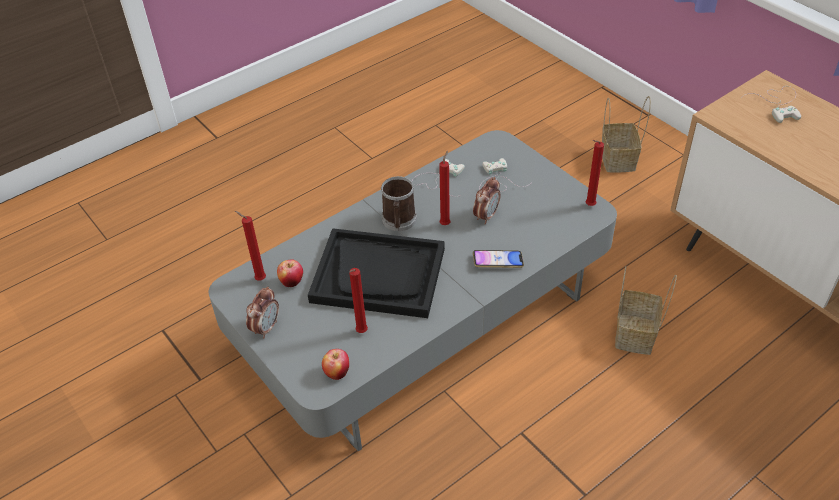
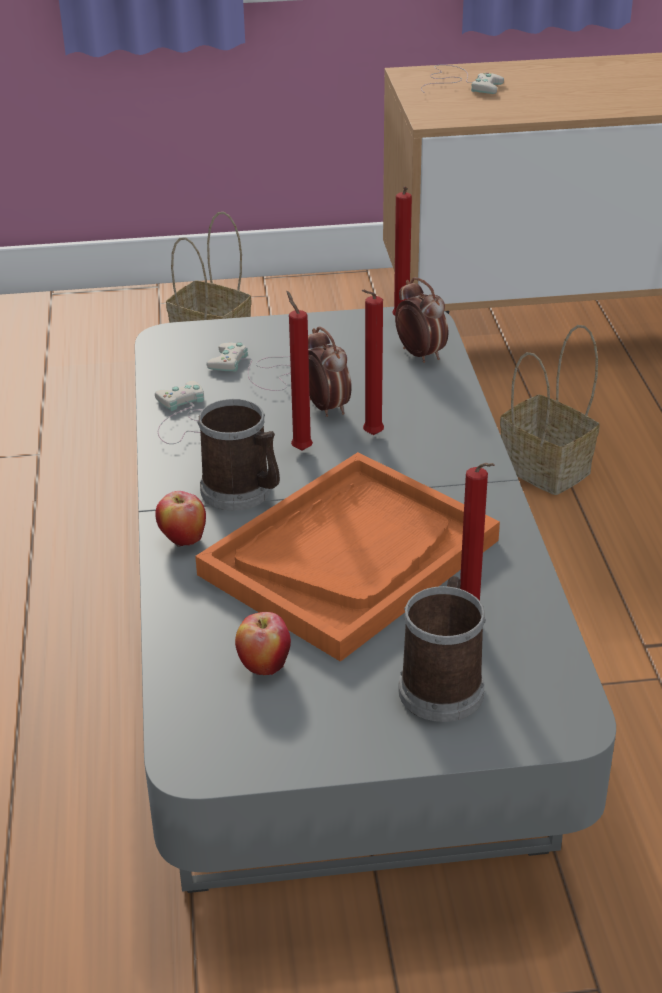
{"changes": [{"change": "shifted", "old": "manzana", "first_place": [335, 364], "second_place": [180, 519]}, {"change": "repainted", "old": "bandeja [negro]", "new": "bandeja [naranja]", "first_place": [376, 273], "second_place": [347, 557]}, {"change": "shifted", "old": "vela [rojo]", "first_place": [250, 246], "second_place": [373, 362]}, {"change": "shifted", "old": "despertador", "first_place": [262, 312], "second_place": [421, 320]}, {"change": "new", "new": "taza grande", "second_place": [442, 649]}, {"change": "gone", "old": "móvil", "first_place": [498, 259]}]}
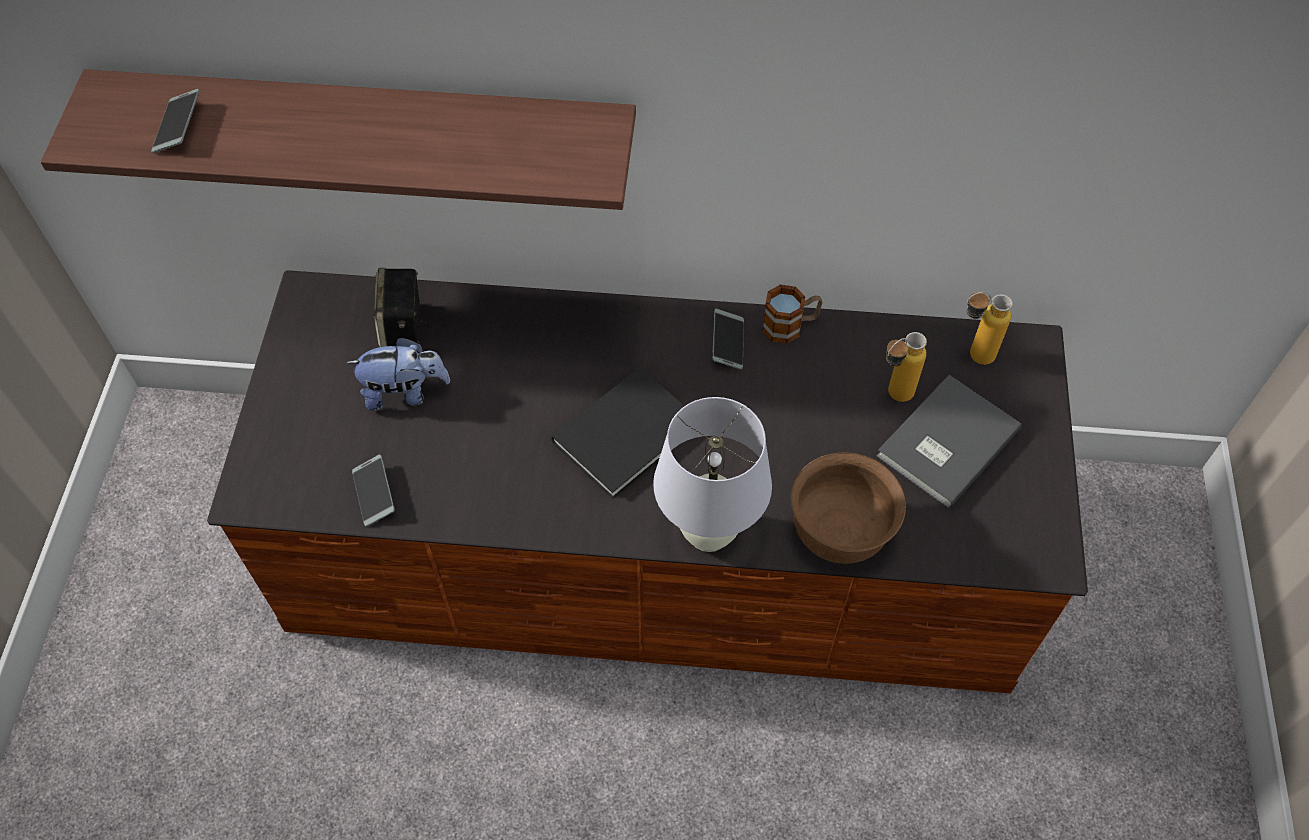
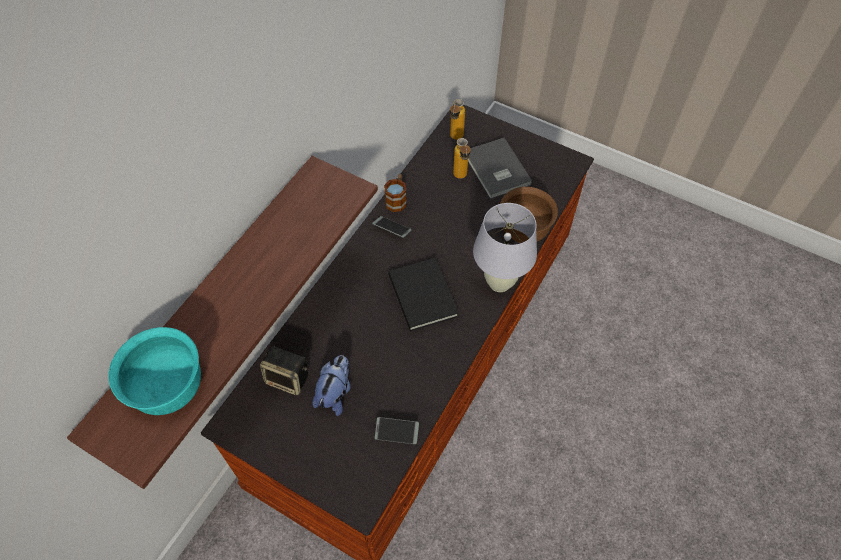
{"changes": [{"change": "swapped", "old": "móvil", "new": "cuenco [turquesa]", "first_place": [175, 121], "second_place": [154, 371]}]}
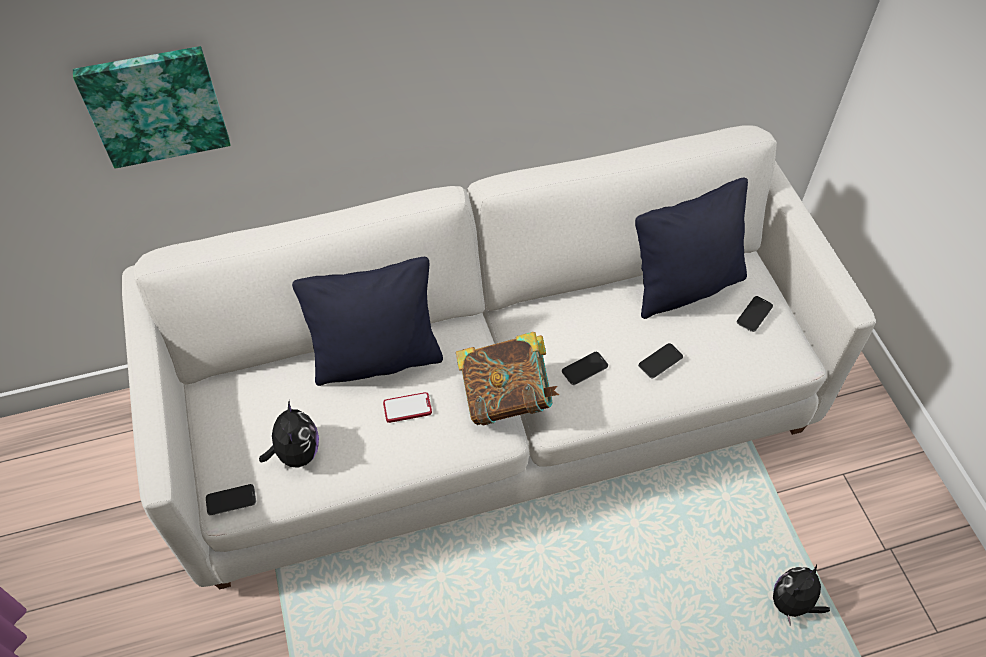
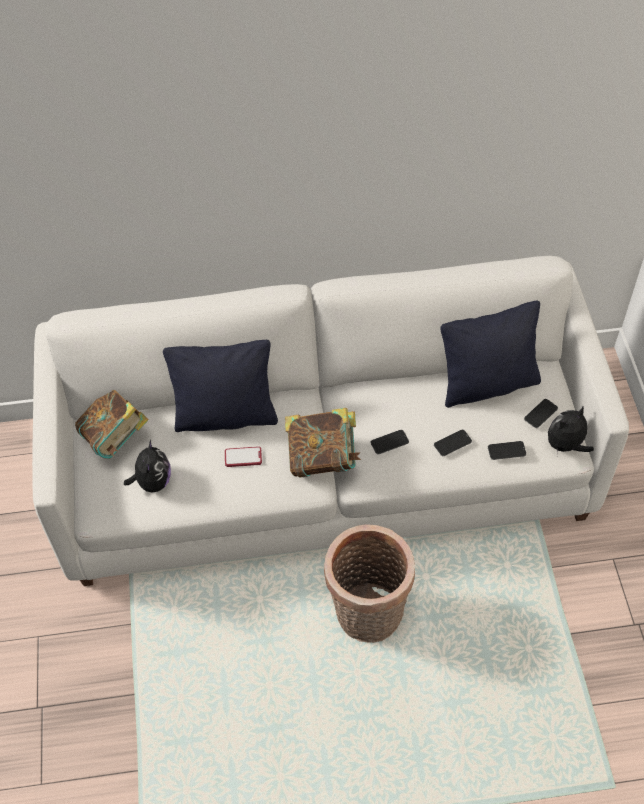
{"changes": [{"change": "new", "new": "libro", "second_place": [112, 424]}, {"change": "new", "new": "cesta", "second_place": [369, 583]}, {"change": "shifted", "old": "móvil", "first_place": [231, 500], "second_place": [507, 450]}, {"change": "shifted", "old": "peluche", "first_place": [801, 594], "second_place": [571, 430]}, {"change": "gone", "old": "cuadro", "first_place": [152, 107]}]}
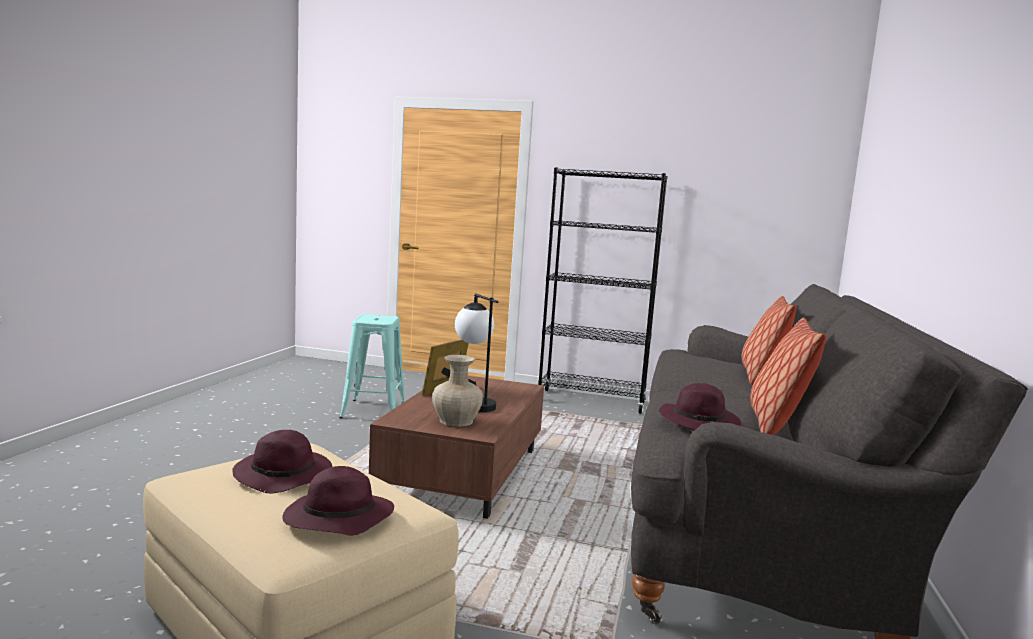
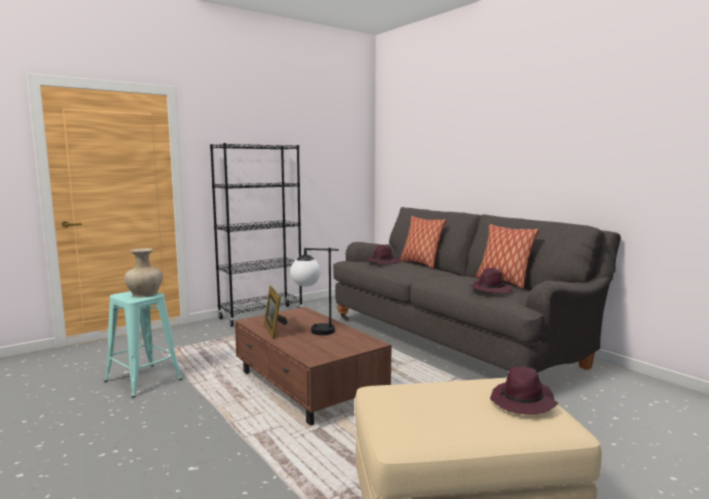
{"changes": [{"change": "shifted", "old": "florero [beis]", "first_place": [457, 391], "second_place": [143, 272]}, {"change": "shifted", "old": "sombrero [morado]", "first_place": [282, 461], "second_place": [383, 254]}]}
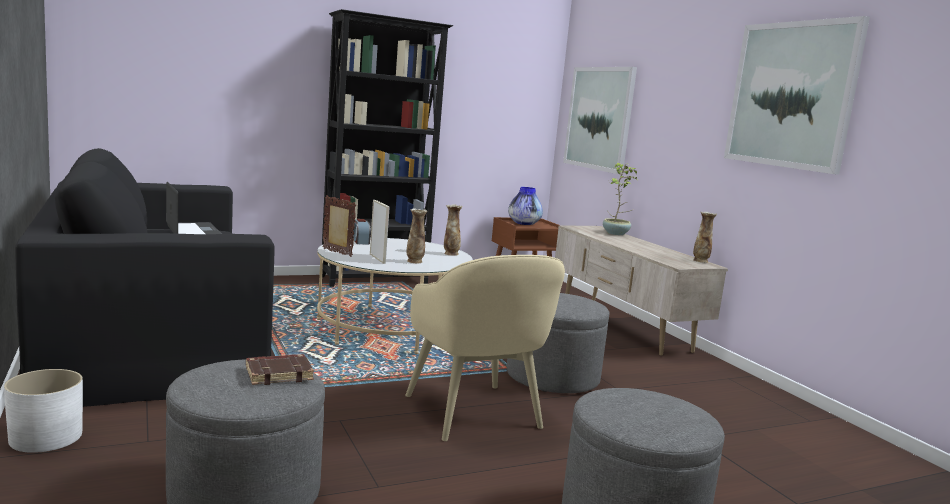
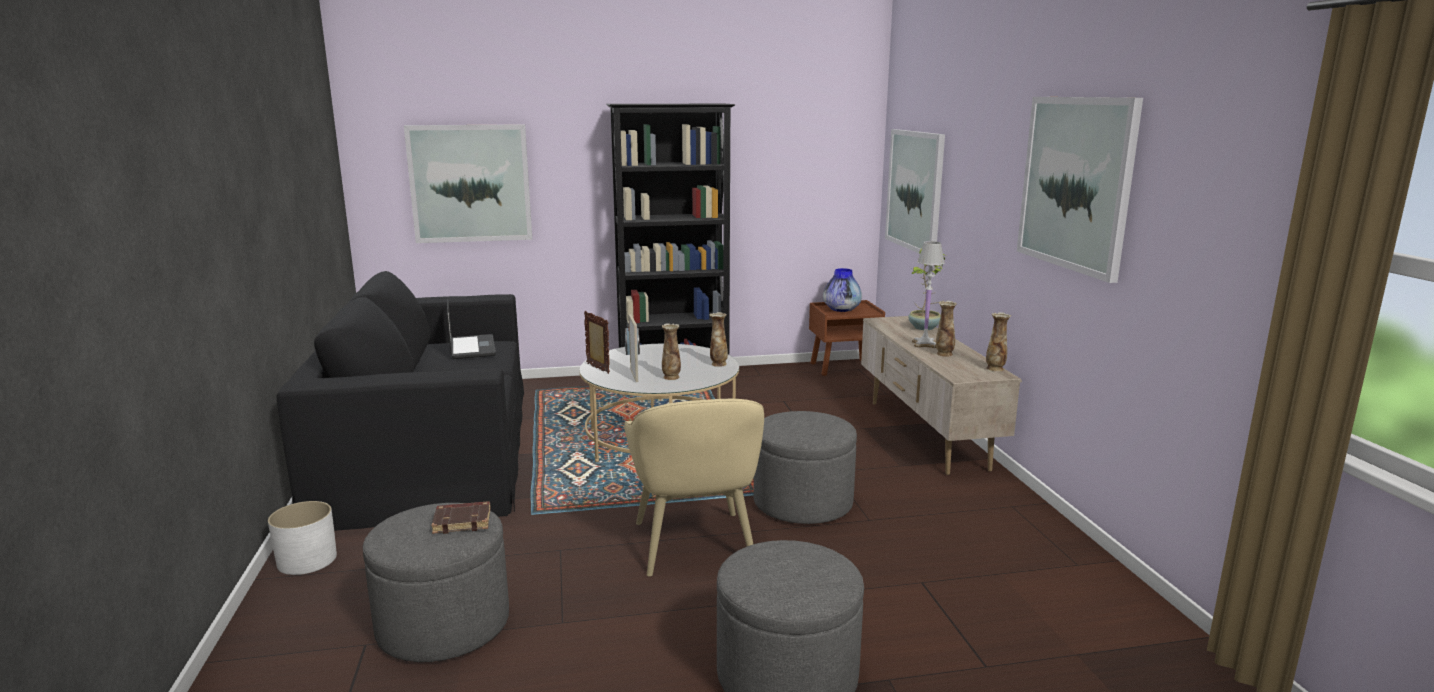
{"changes": [{"change": "new", "new": "cuadro", "second_place": [468, 183]}, {"change": "new", "new": "lámpara de mesa [blanco]", "second_place": [928, 294]}, {"change": "new", "new": "florero", "second_place": [946, 328]}]}
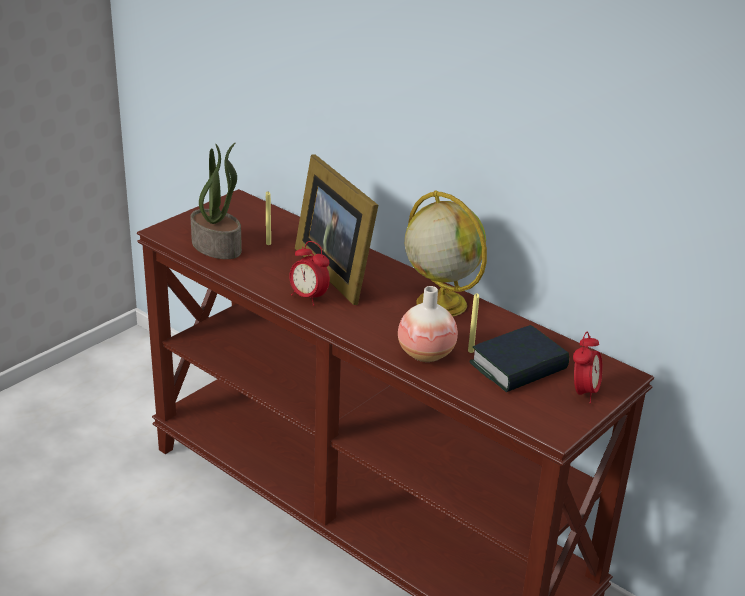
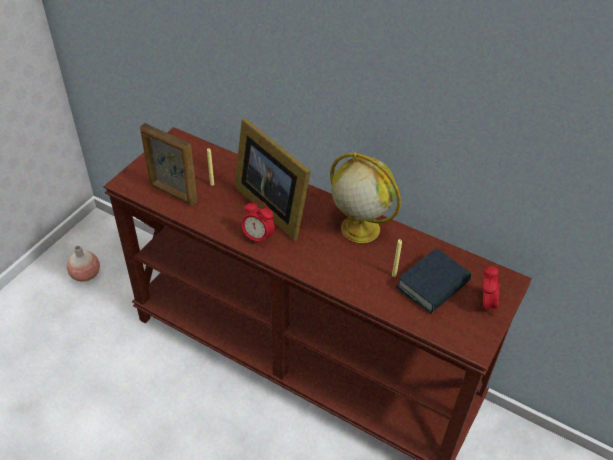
{"changes": [{"change": "shifted", "old": "florero", "first_place": [428, 324], "second_place": [83, 263]}, {"change": "swapped", "old": "planta en maceta", "new": "portarretratos", "first_place": [216, 201], "second_place": [168, 164]}]}
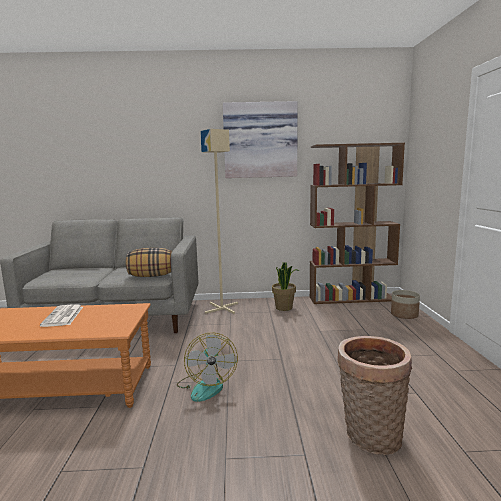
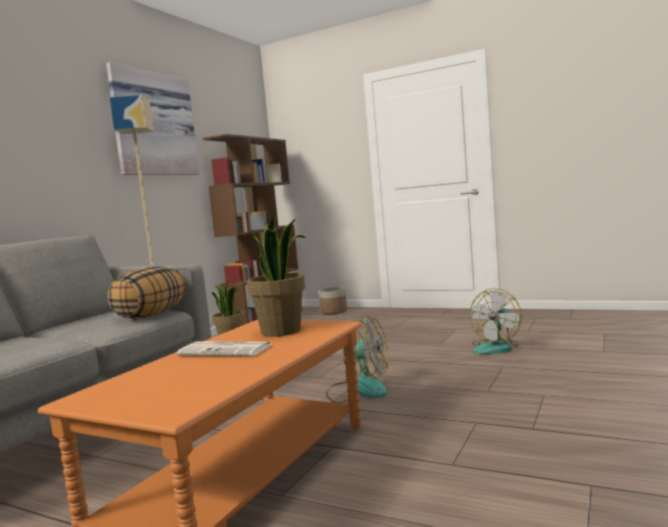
{"changes": [{"change": "new", "new": "planta en maceta", "second_place": [276, 277]}, {"change": "swapped", "old": "cesta", "new": "ventilador", "first_place": [374, 395], "second_place": [496, 321]}]}
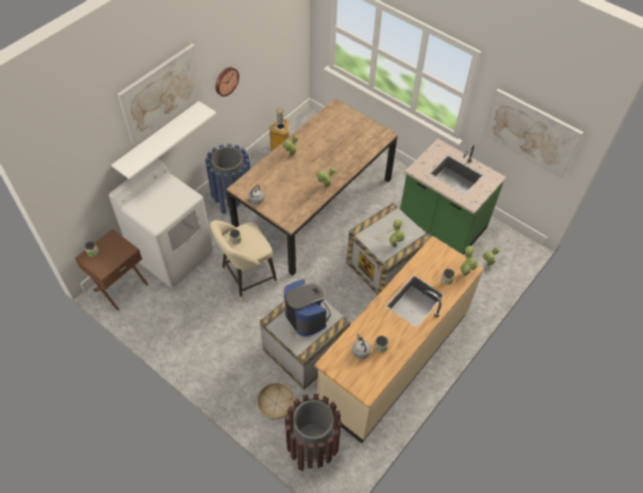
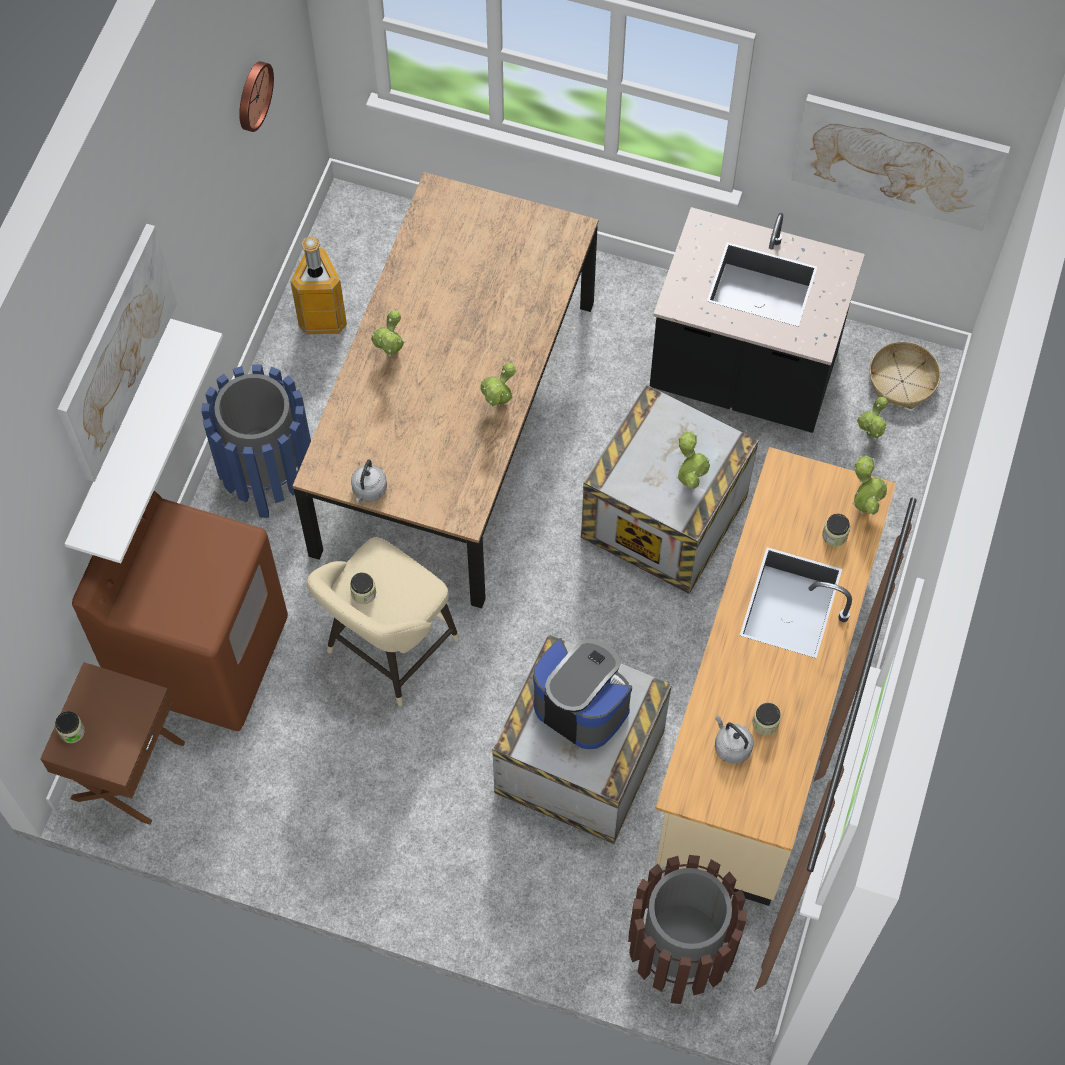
{"changes": [{"change": "repainted", "old": "lavadora [blanco]", "new": "lavadora [marrón]", "first_place": [161, 223], "second_place": [180, 611]}, {"change": "shifted", "old": "reloj de pared", "first_place": [227, 82], "second_place": [256, 96]}, {"change": "repainted", "old": "mueble bajo de cocina [verde]", "new": "mueble bajo de cocina [negro]", "first_place": [453, 196], "second_place": [757, 320]}, {"change": "shifted", "old": "cesta", "first_place": [276, 401], "second_place": [905, 375]}]}
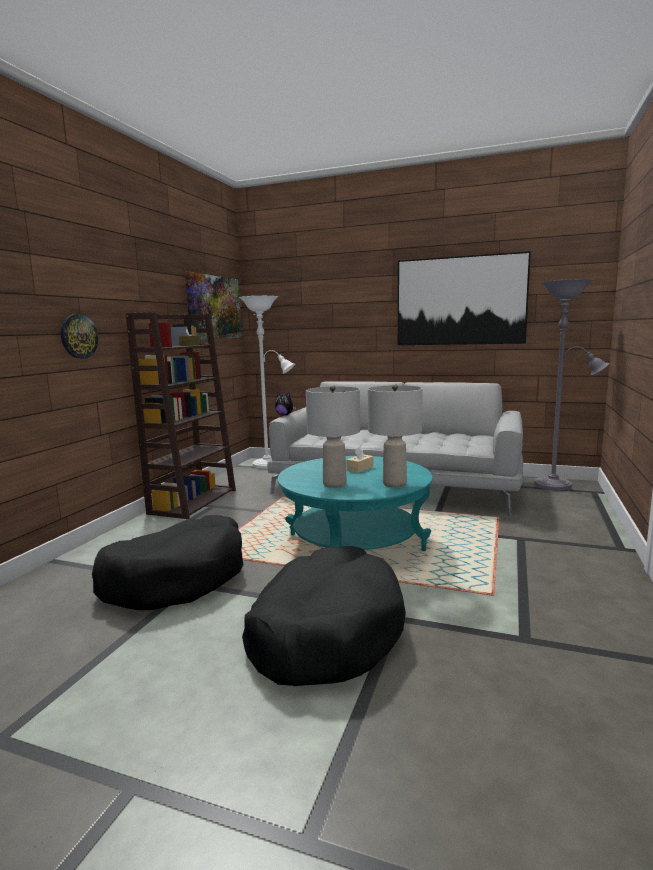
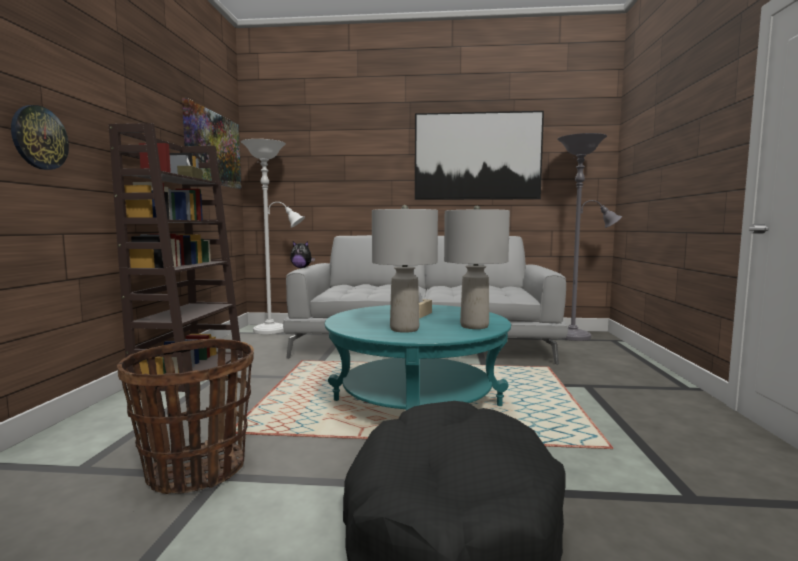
{"changes": [{"change": "swapped", "old": "cama para perro [negro]", "new": "cesta", "first_place": [167, 562], "second_place": [185, 416]}]}
